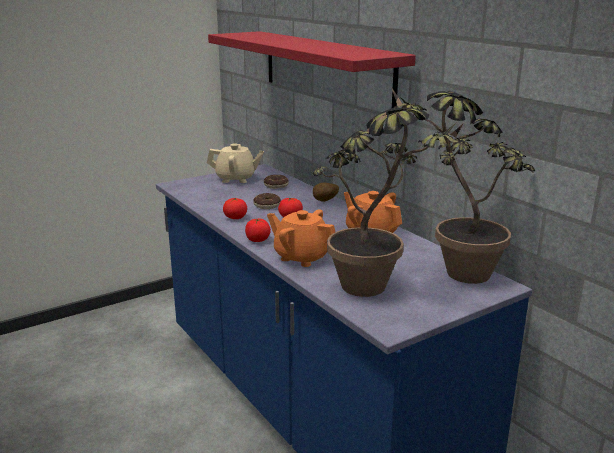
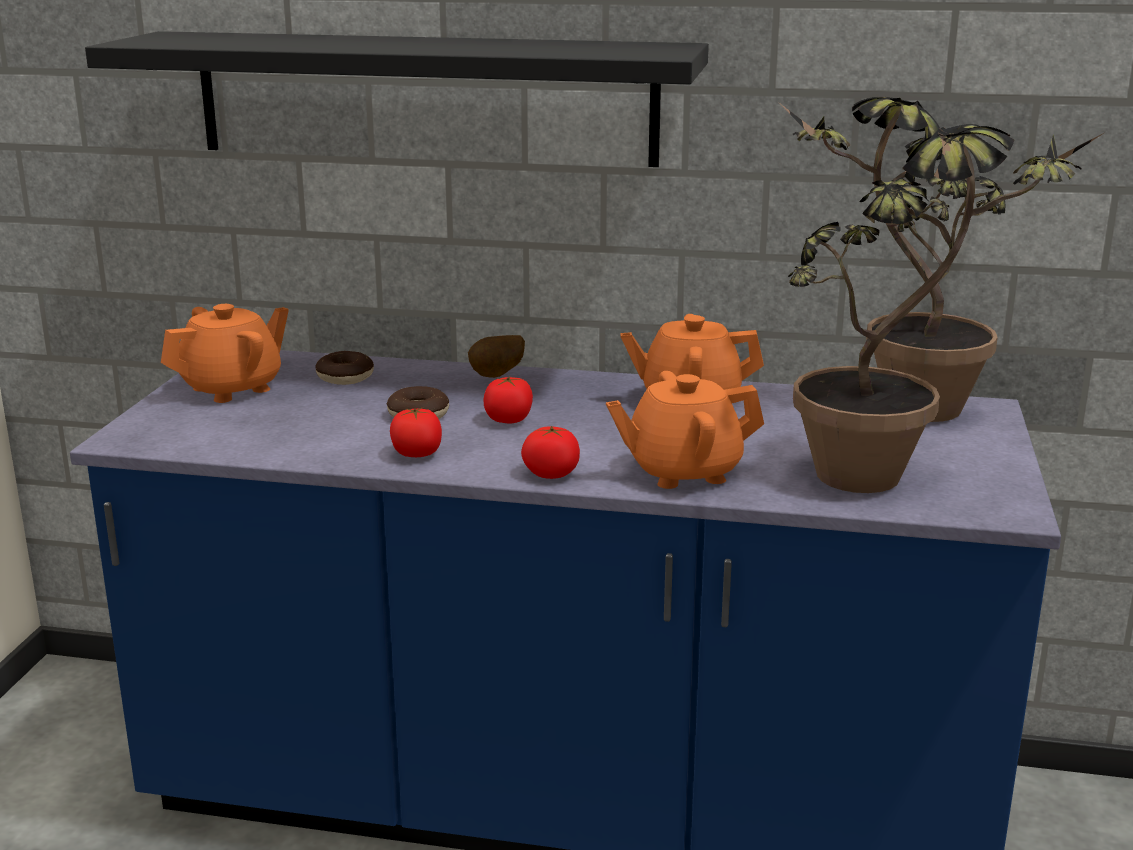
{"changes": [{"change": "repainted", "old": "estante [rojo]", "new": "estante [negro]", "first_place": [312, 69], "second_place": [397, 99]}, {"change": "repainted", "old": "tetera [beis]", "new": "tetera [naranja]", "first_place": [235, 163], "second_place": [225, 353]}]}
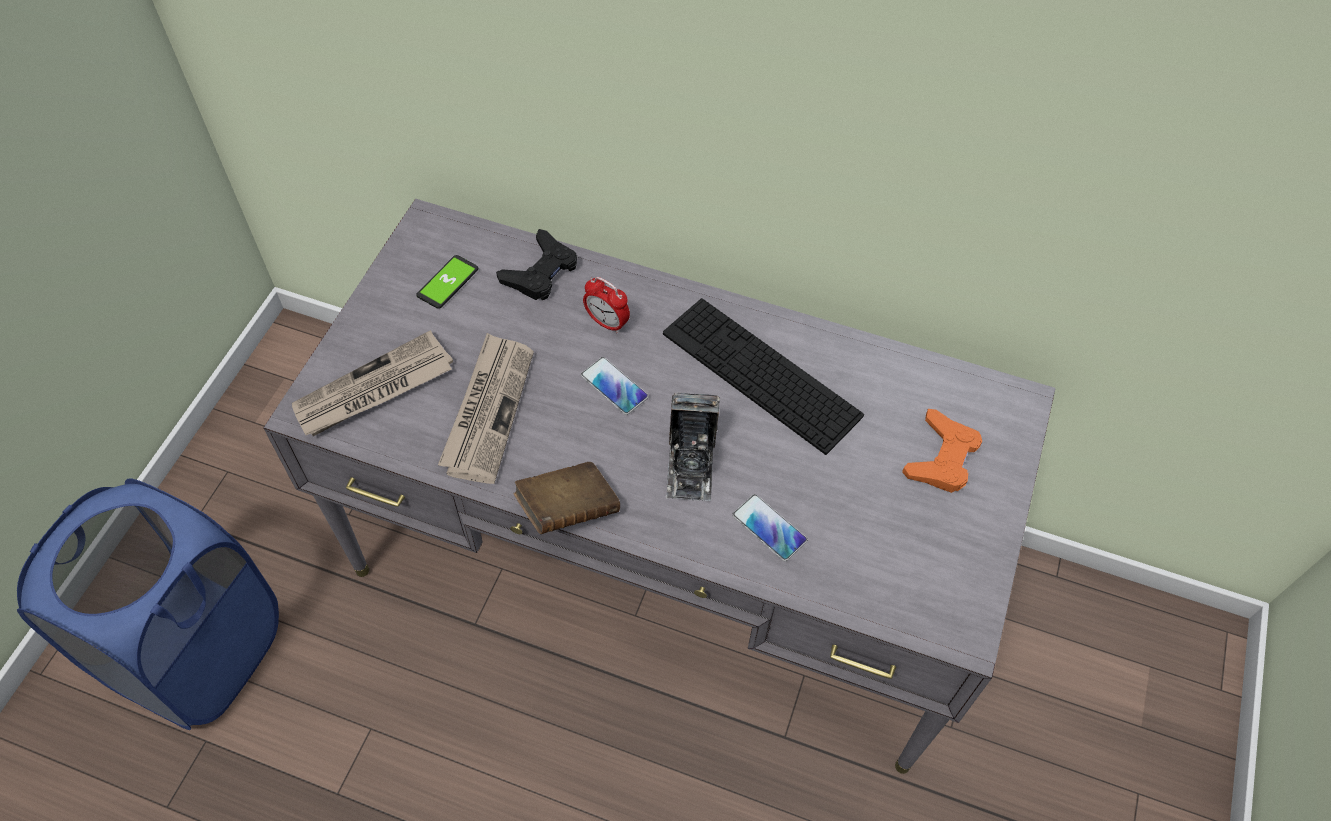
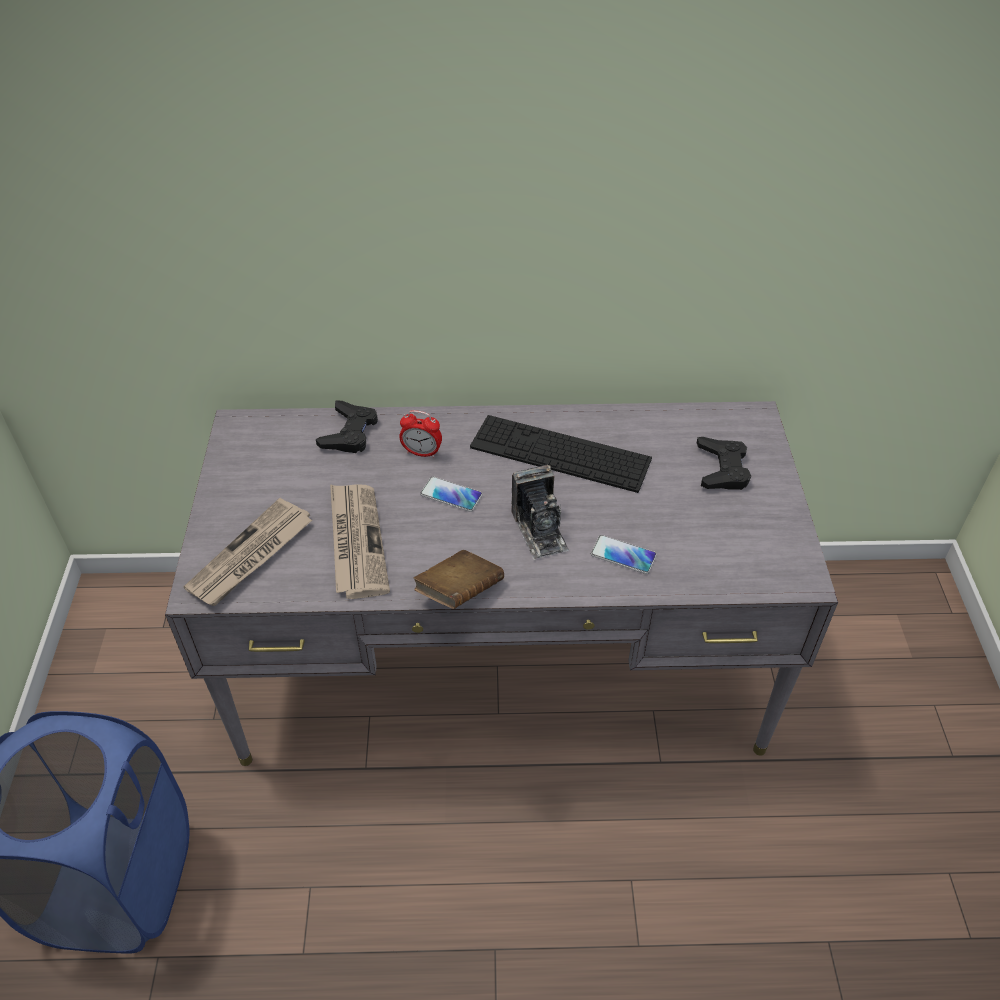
{"changes": [{"change": "repainted", "old": "mando de consola [naranja]", "new": "mando de consola [negro]", "first_place": [942, 451], "second_place": [724, 463]}, {"change": "gone", "old": "móvil", "first_place": [447, 282]}]}
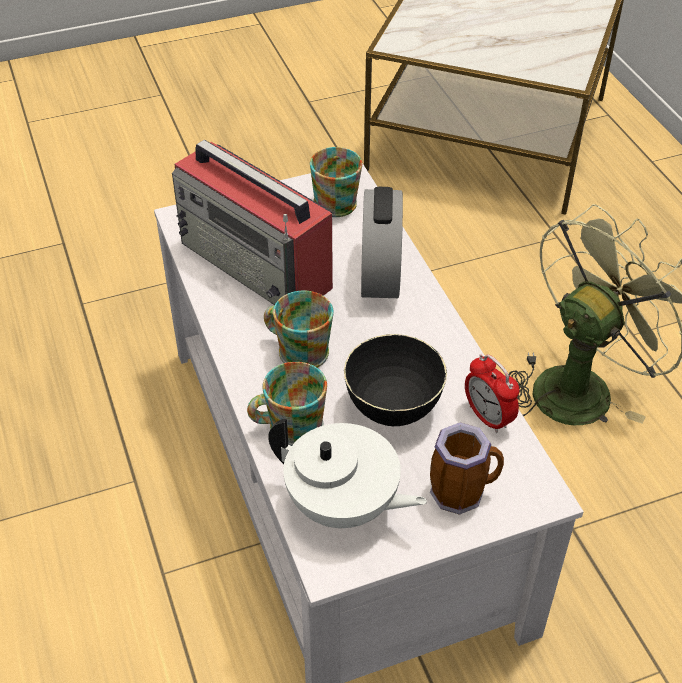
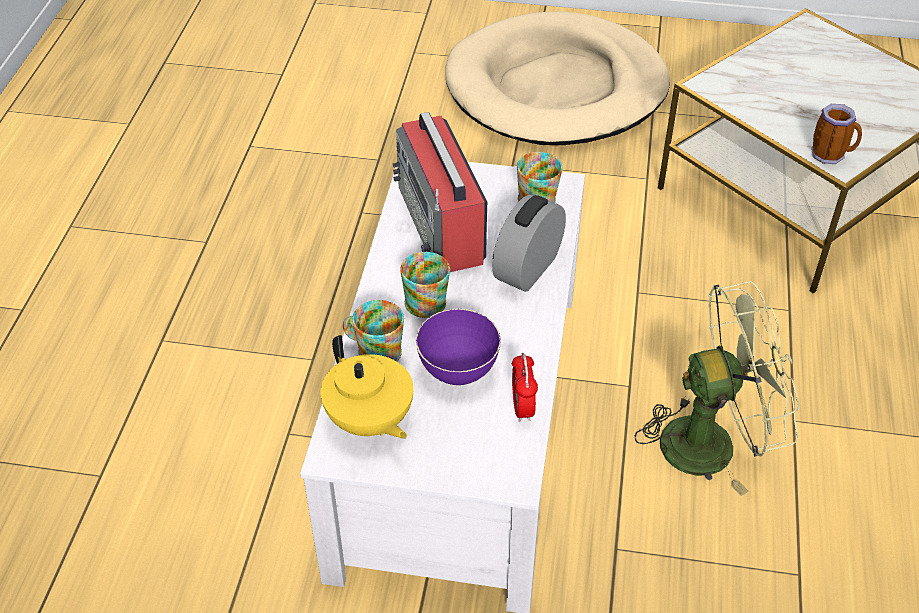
{"changes": [{"change": "repainted", "old": "tetera [blanco]", "new": "tetera [amarillo]", "first_place": [347, 473], "second_place": [366, 387]}, {"change": "repainted", "old": "cuenco [negro]", "new": "cuenco [morado]", "first_place": [395, 380], "second_place": [458, 347]}, {"change": "new", "new": "cama para perro [beis]", "second_place": [557, 78]}, {"change": "shifted", "old": "taza grande", "first_place": [467, 469], "second_place": [836, 134]}]}
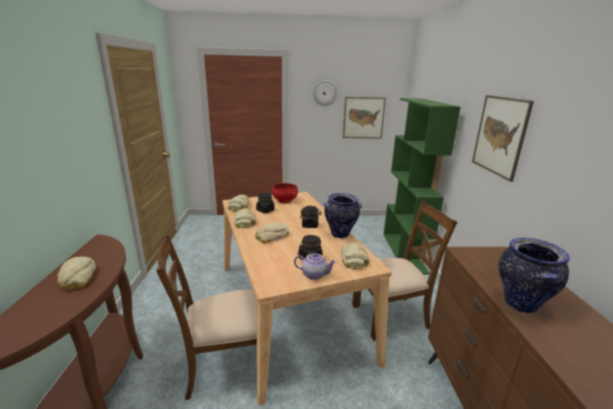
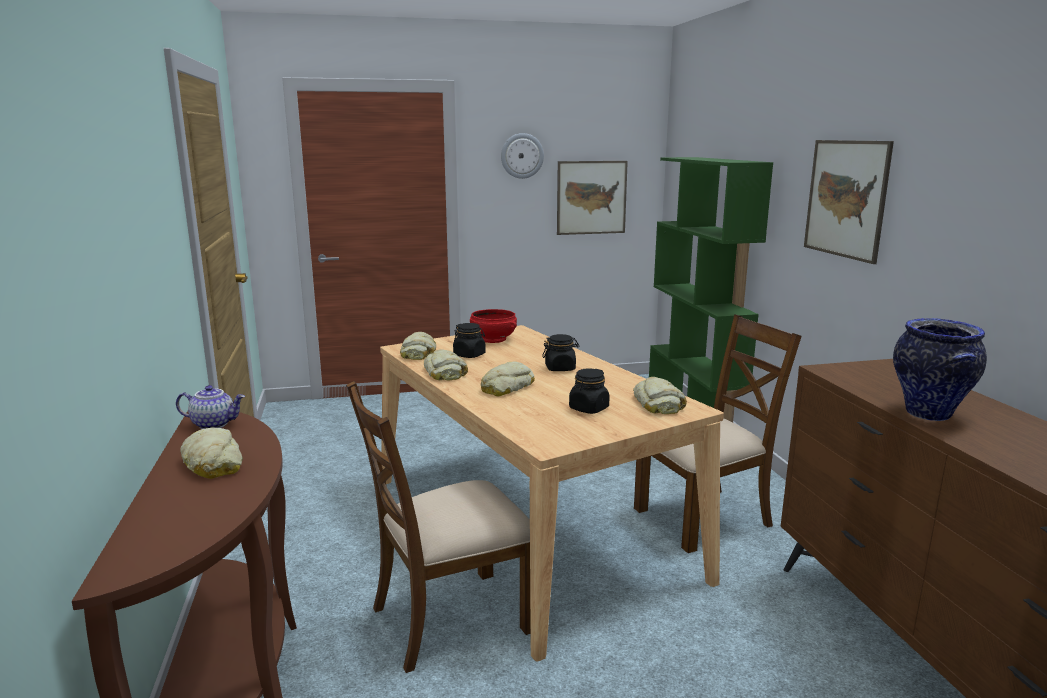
{"changes": [{"change": "shifted", "old": "tetera", "first_place": [315, 266], "second_place": [210, 407]}, {"change": "gone", "old": "florero", "first_place": [342, 215]}]}
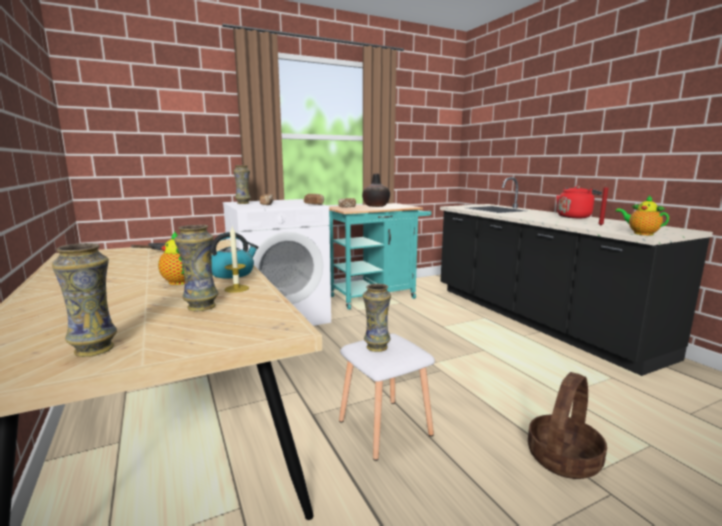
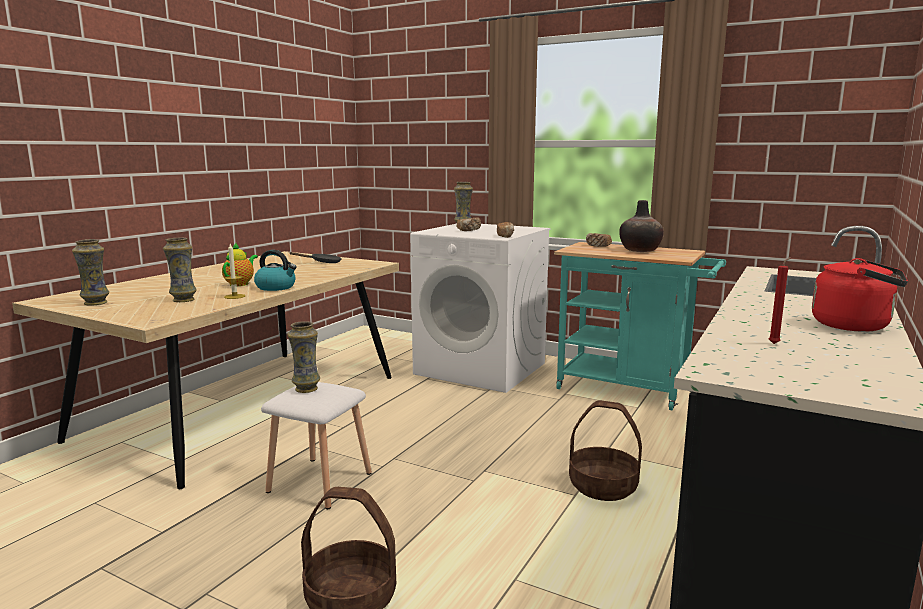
{"changes": [{"change": "new", "new": "cesta", "second_place": [605, 450]}, {"change": "gone", "old": "tetera", "first_place": [642, 215]}]}
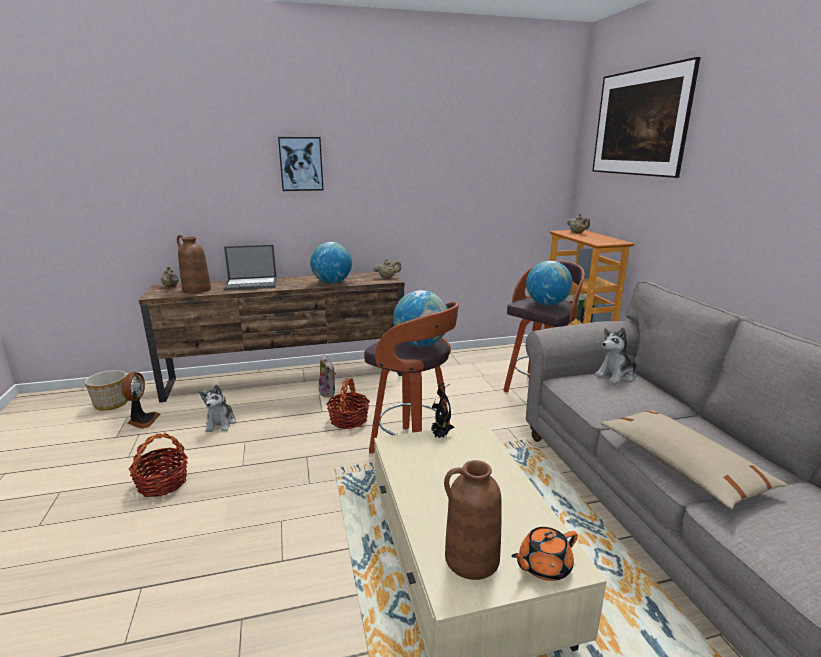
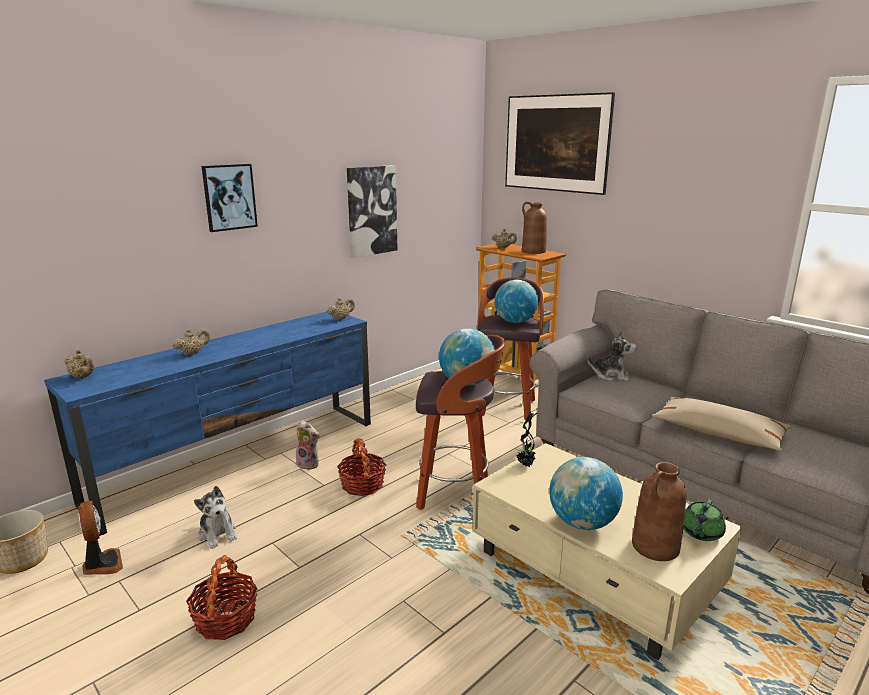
{"changes": [{"change": "repainted", "old": "mueble de televisión [marrón]", "new": "mueble de televisión [azul]", "first_place": [272, 337], "second_place": [207, 423]}, {"change": "swapped", "old": "portátil", "new": "tetera [beis]", "first_place": [250, 268], "second_place": [191, 341]}, {"change": "new", "new": "cuadro", "second_place": [372, 211]}, {"change": "shifted", "old": "florero [marrón]", "first_place": [194, 264], "second_place": [534, 227]}, {"change": "shifted", "old": "globo terráqueo", "first_place": [331, 262], "second_place": [586, 493]}, {"change": "rotated", "old": "peluche", "first_place": [616, 355], "second_place": [612, 356], "degrees": -105}, {"change": "repainted", "old": "tetera [naranja]", "new": "tetera [verde]", "first_place": [545, 554], "second_place": [704, 520]}]}
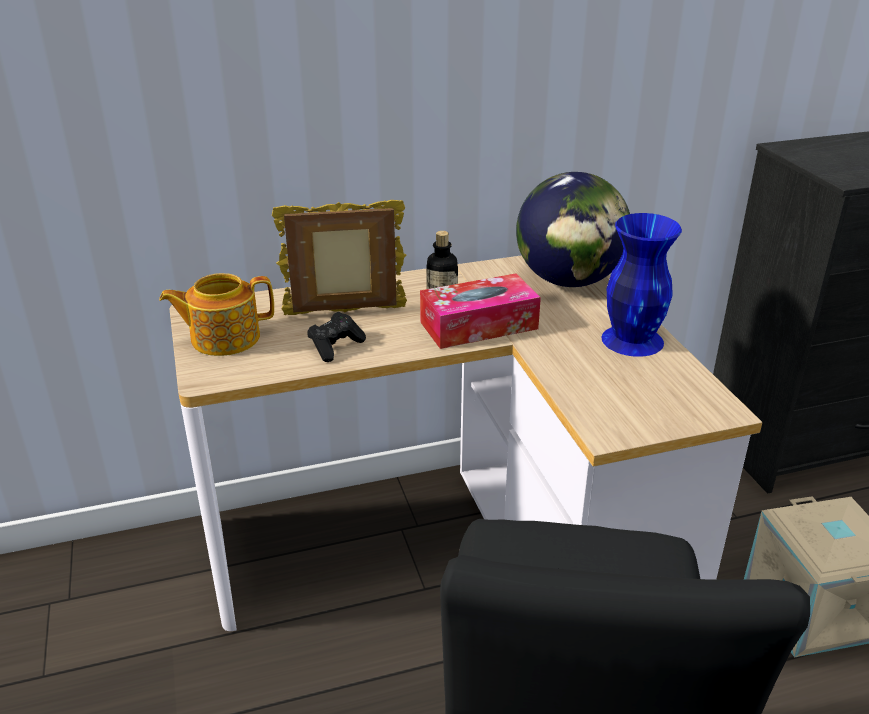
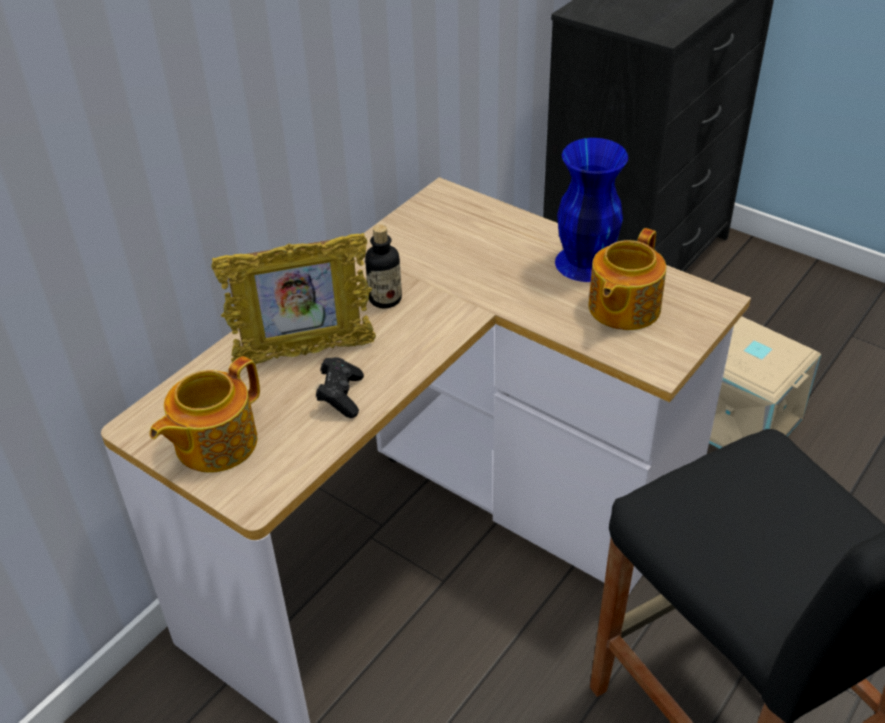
{"changes": [{"change": "rotated", "old": "portarretratos", "first_place": [339, 257], "second_place": [293, 299], "degrees": -150}, {"change": "new", "new": "tetera", "second_place": [627, 279]}, {"change": "gone", "old": "caja de pañuelos", "first_place": [480, 311]}, {"change": "gone", "old": "globo terráqueo", "first_place": [573, 229]}]}
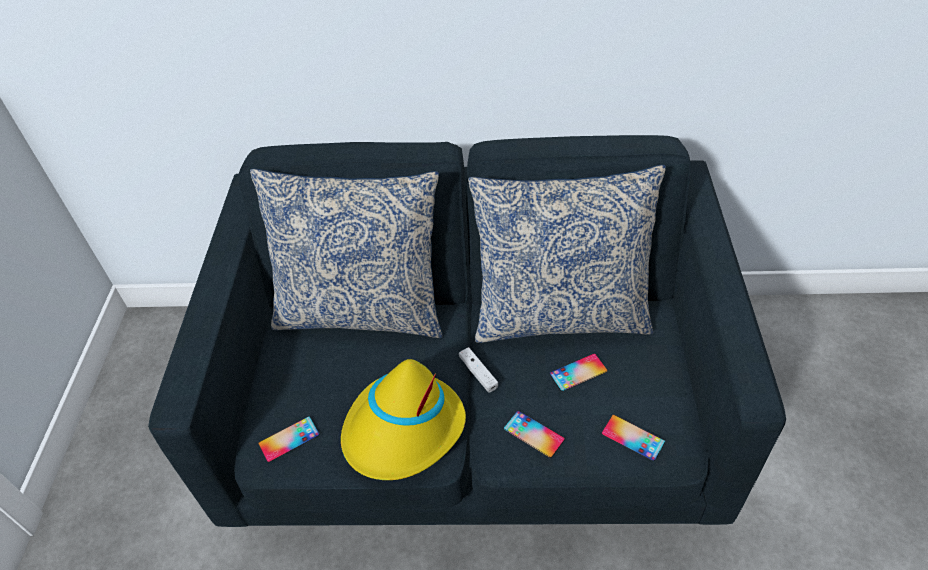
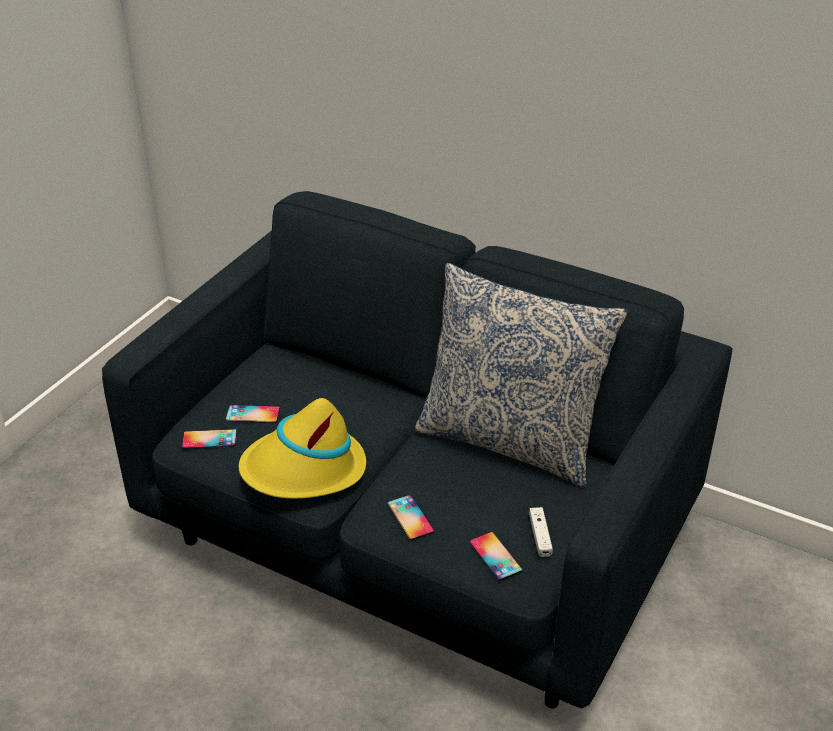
{"changes": [{"change": "shifted", "old": "móvil", "first_place": [578, 373], "second_place": [253, 414]}, {"change": "shifted", "old": "mando de consola [blanco]", "first_place": [478, 370], "second_place": [541, 532]}, {"change": "gone", "old": "cojín", "first_place": [346, 253]}]}
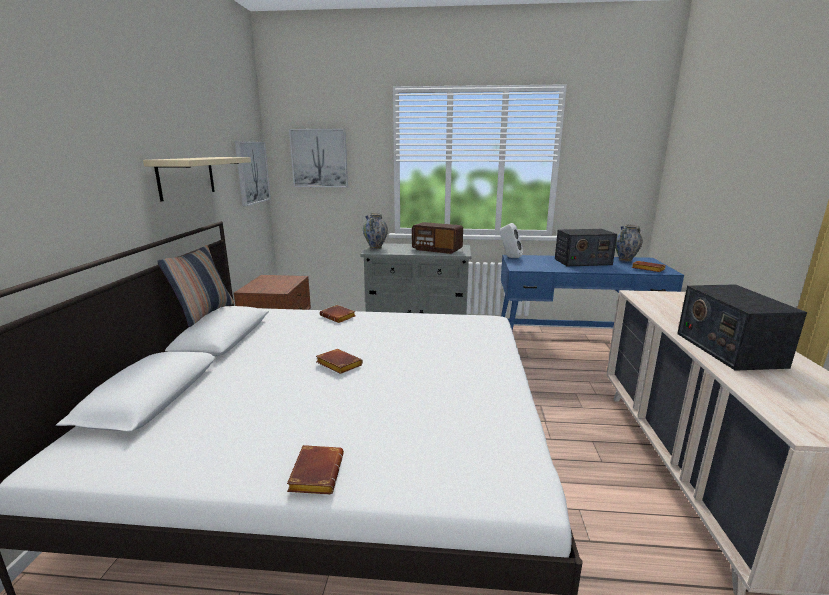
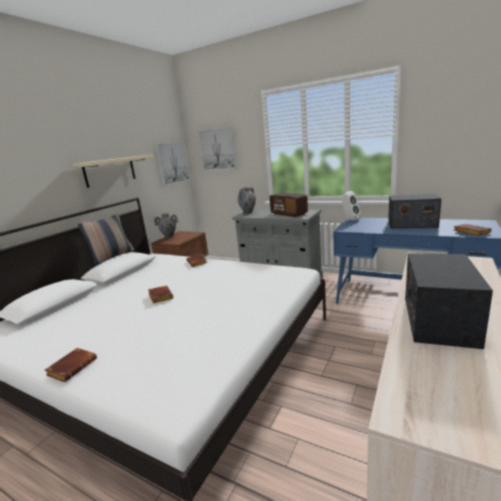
{"changes": [{"change": "shifted", "old": "florero", "first_place": [629, 243], "second_place": [166, 225]}]}
